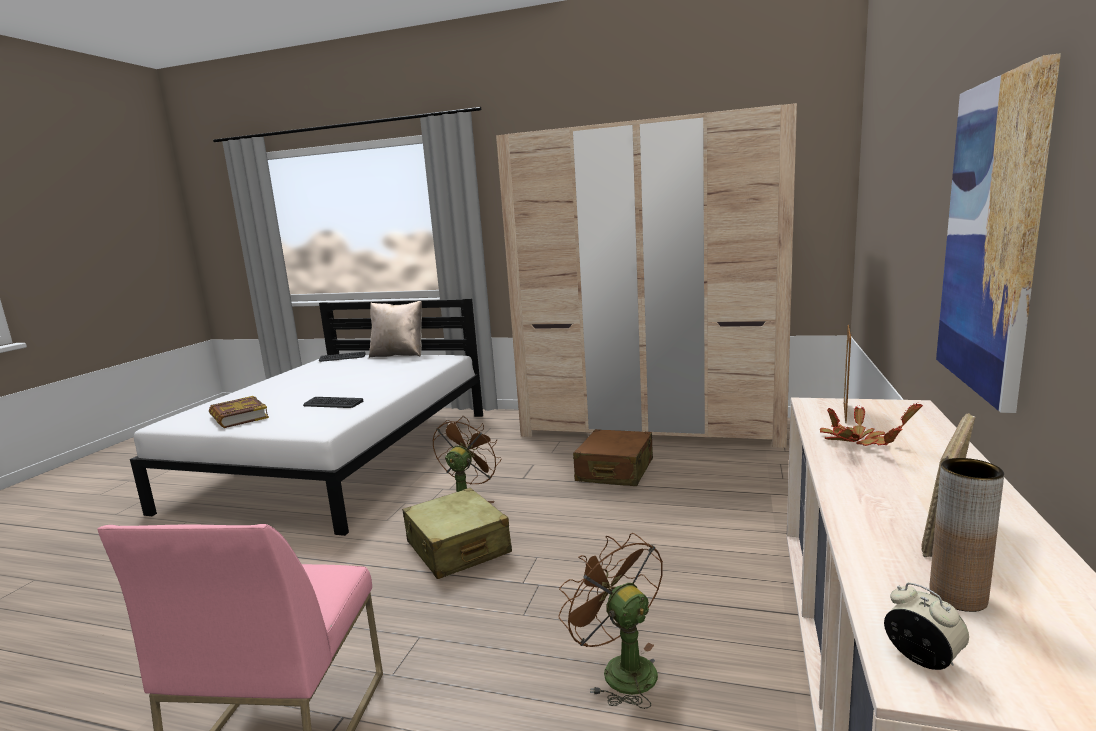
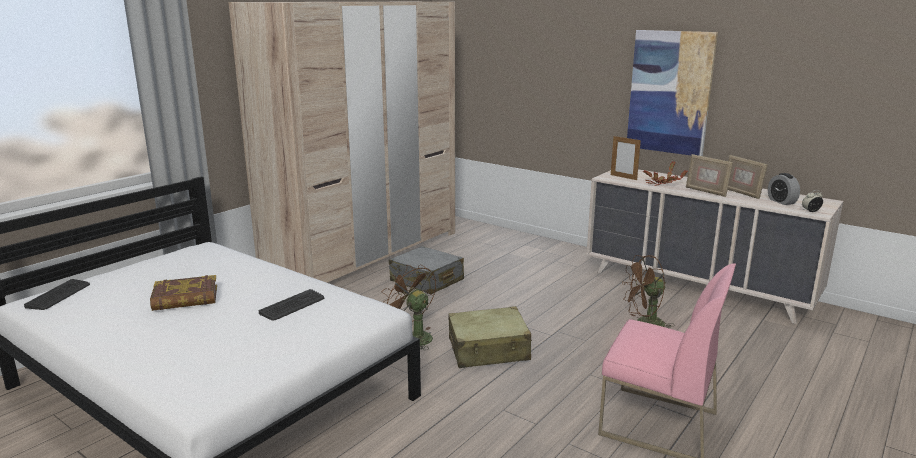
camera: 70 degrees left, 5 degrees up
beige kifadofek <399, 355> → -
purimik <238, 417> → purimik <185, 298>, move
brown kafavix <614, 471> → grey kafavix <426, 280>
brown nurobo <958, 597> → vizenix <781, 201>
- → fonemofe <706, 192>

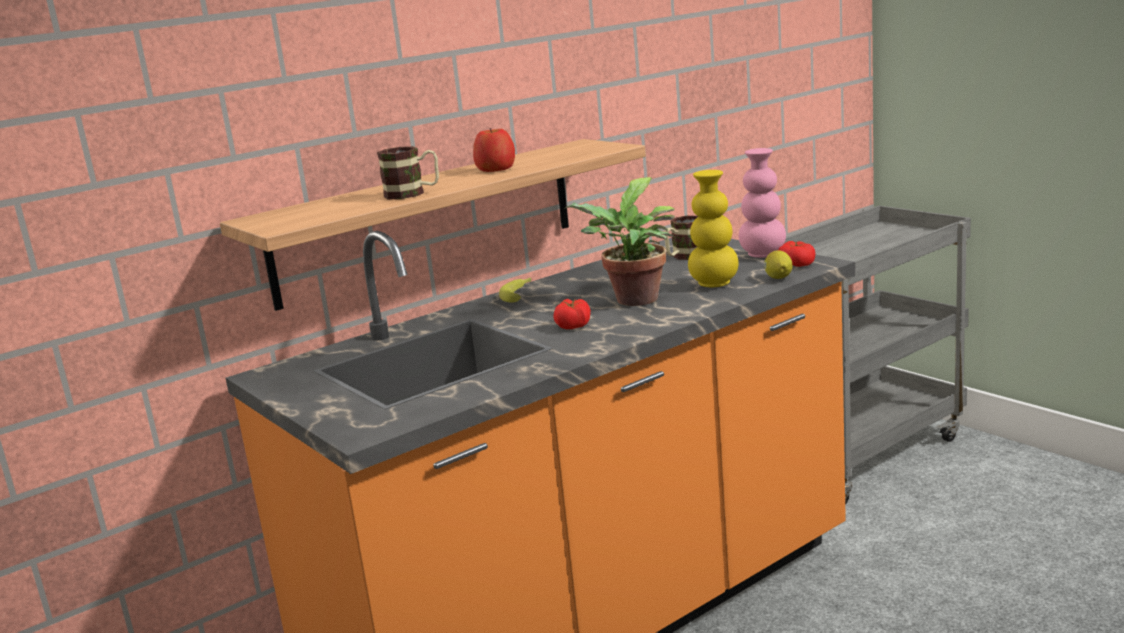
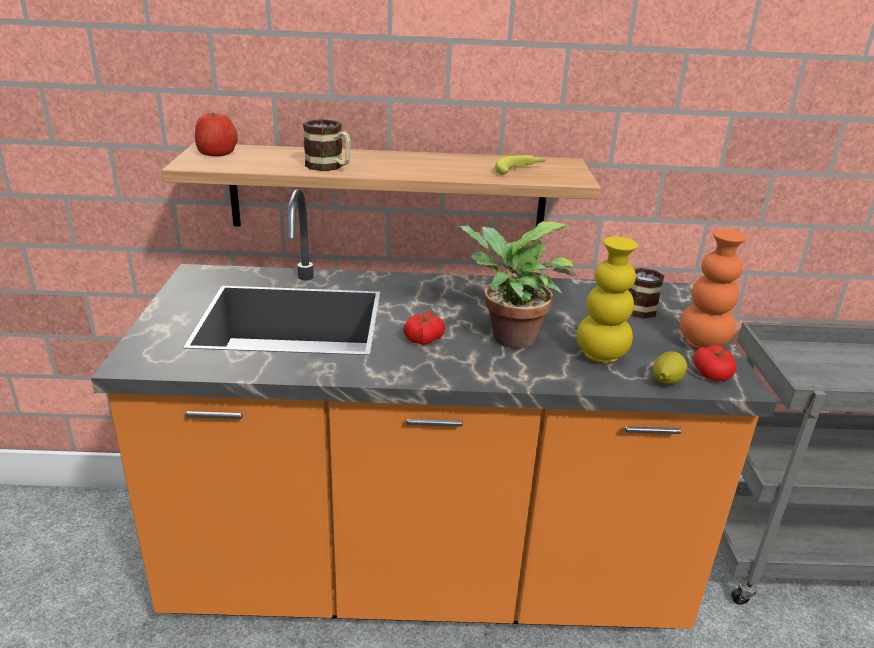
camera: 35 degrees right, 10 degrees up
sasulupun <496, 169> → sasulupun <217, 153>, move
pink nurobo <763, 255> → orange nurobo <702, 344>
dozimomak <519, 294> → dozimomak <520, 170>, move

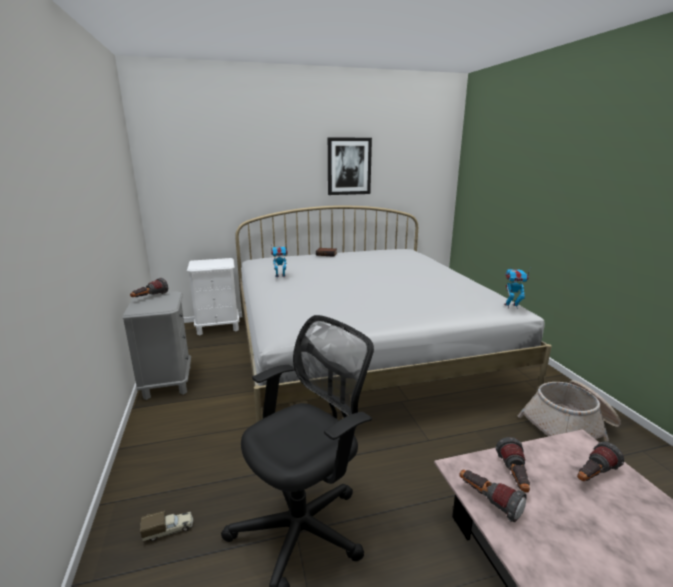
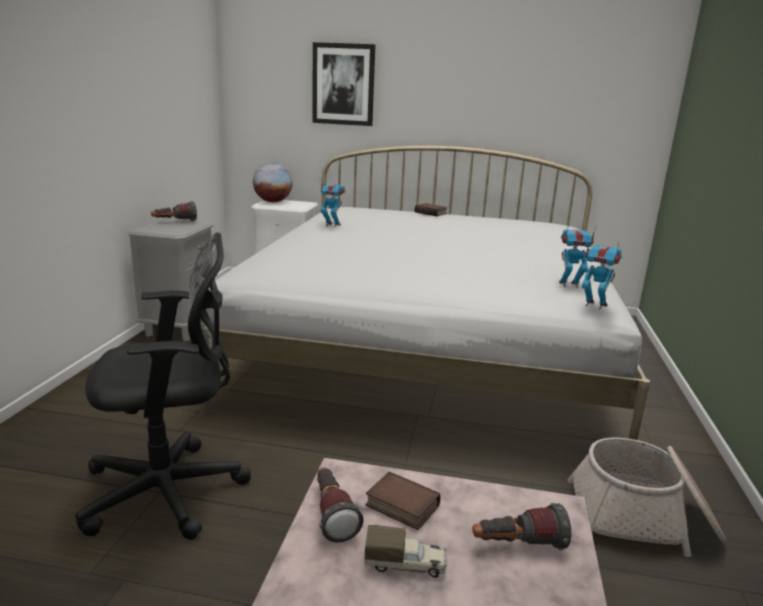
camera: 25 degrees right, 0 degrees up
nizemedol <349, 166> → nizemedol <343, 84>, move
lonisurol <514, 477> → purimik <400, 506>
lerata <169, 530> → lerata <405, 564>, move
- → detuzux <272, 202>
- → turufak <569, 284>

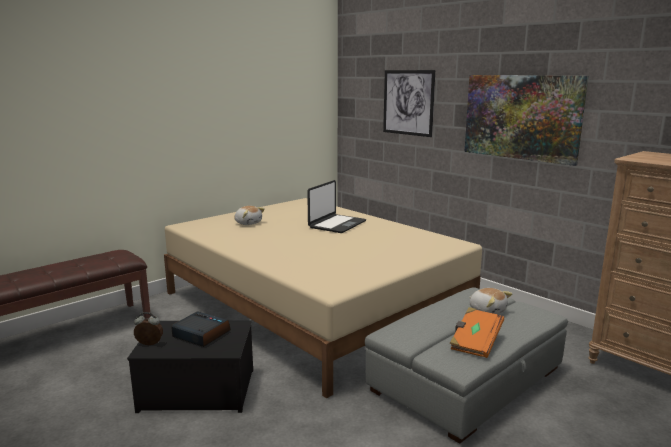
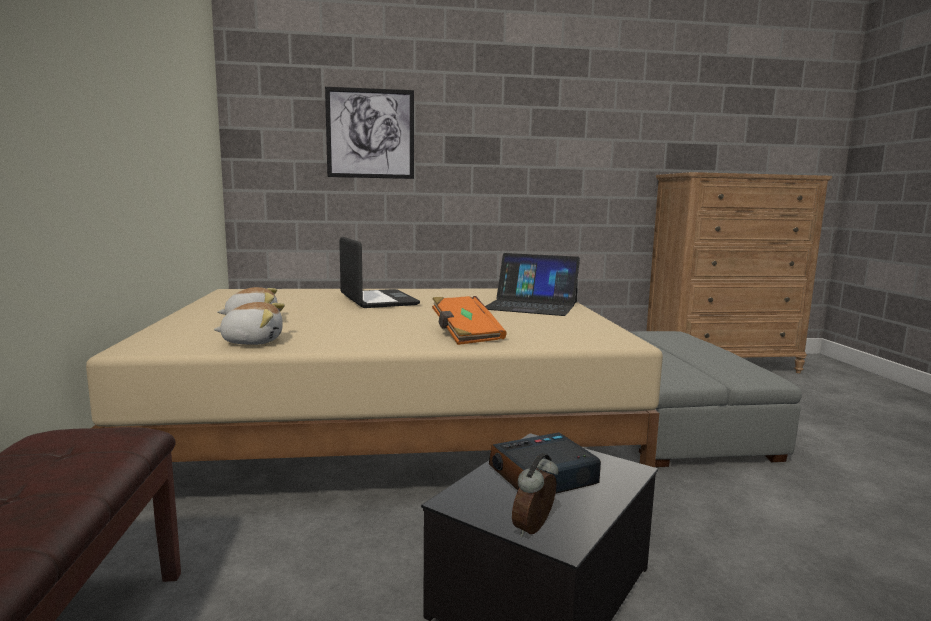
camera: 55 degrees left, 5 degrees down
nizemedol <521, 117> → -
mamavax <487, 311> → mamavax <253, 341>, move
orange purimik <475, 343> → orange purimik <465, 335>, move
- → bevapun <531, 306>

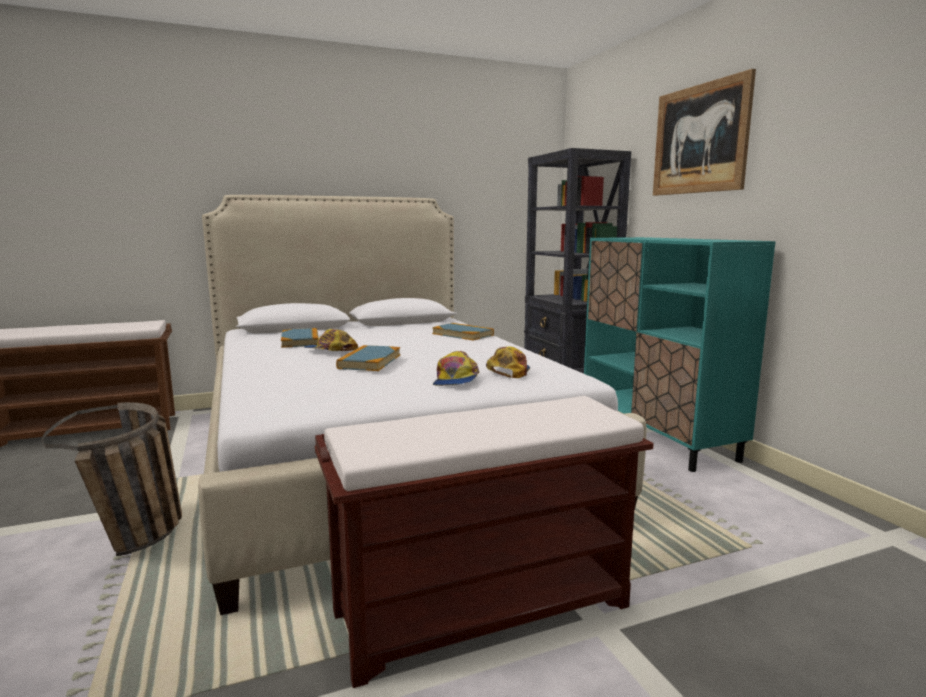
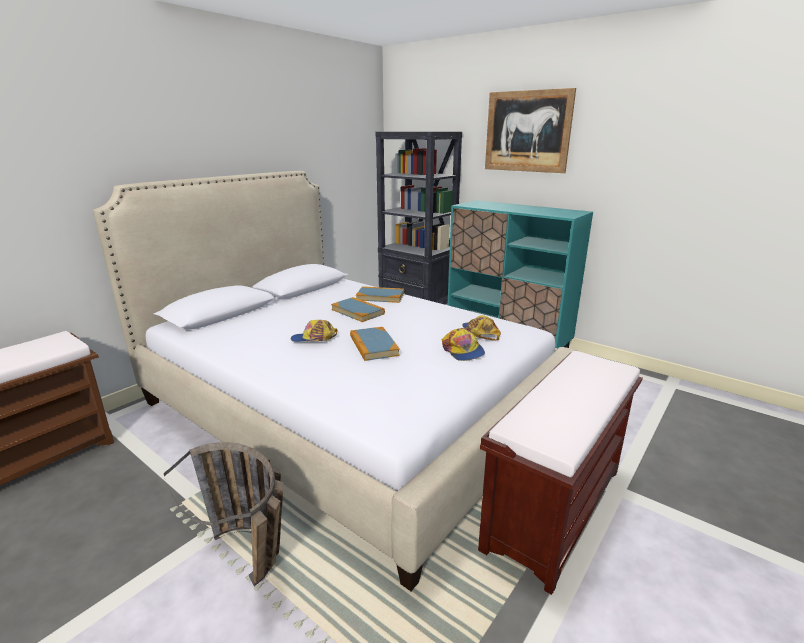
camera: 30 degrees left, 10 degrees up
purimik <300, 341> → purimik <357, 311>, move

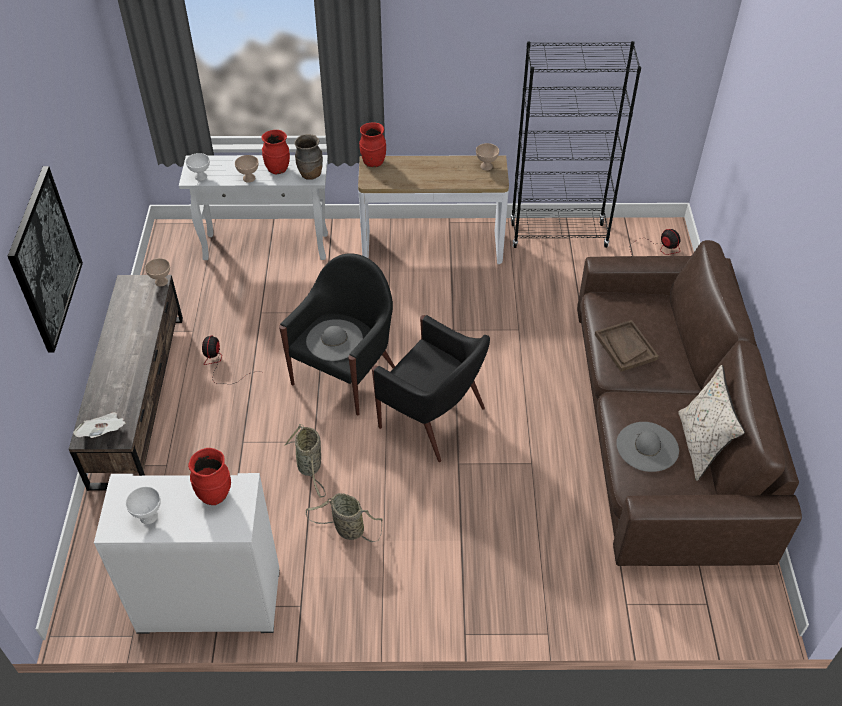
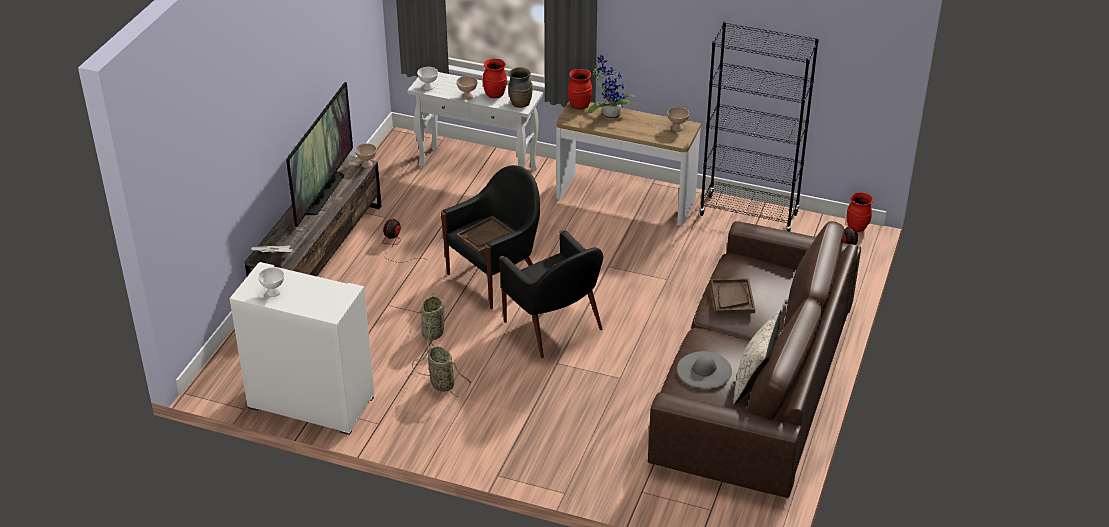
camera: 20 degrees right, 10 degrees down
nizemedol <45, 260> → -
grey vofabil <334, 340> → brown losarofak <486, 236>
red nurobo <215, 494> → red nurobo <857, 227>, move
- → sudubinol <609, 114>
- → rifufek <323, 193>

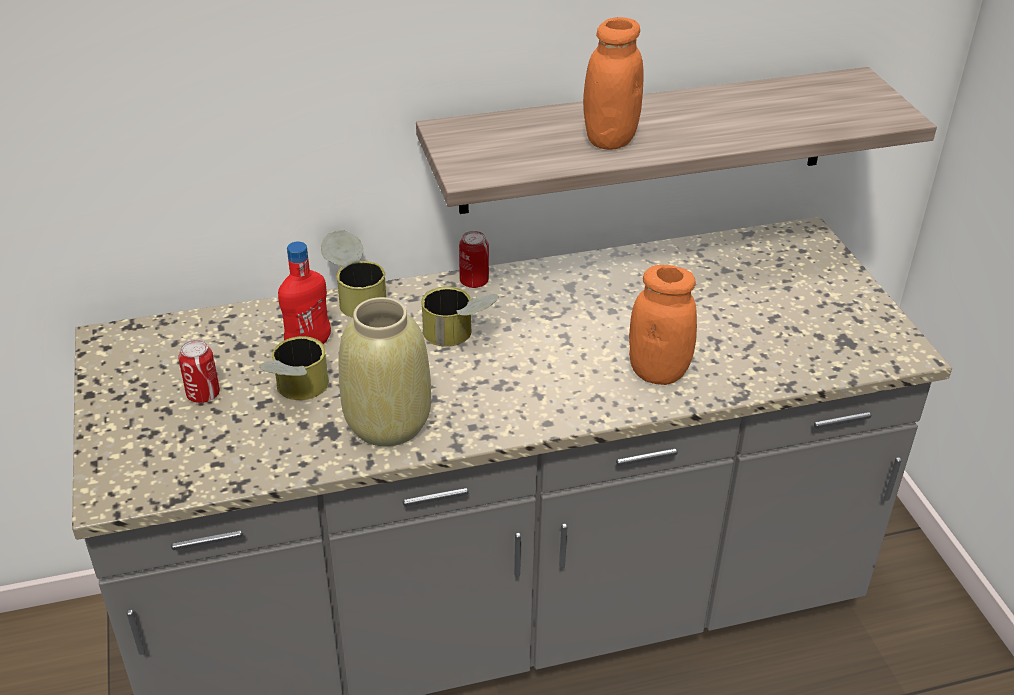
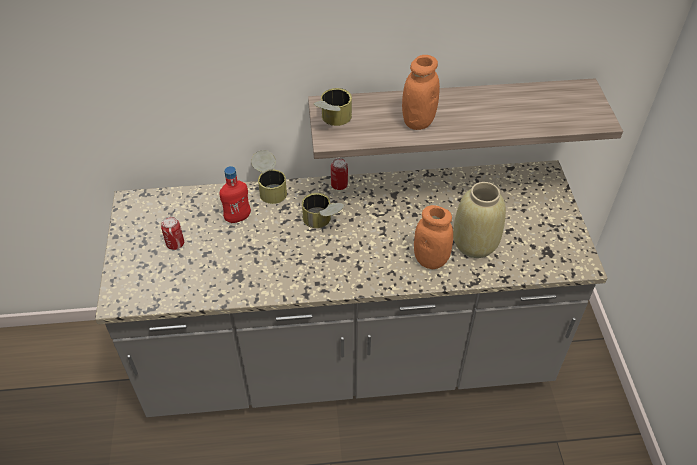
camera: 10 degrees right, 10 degrees up
beige nurobo <388, 424> → beige nurobo <475, 244>, move
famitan <296, 394> → famitan <332, 121>, move

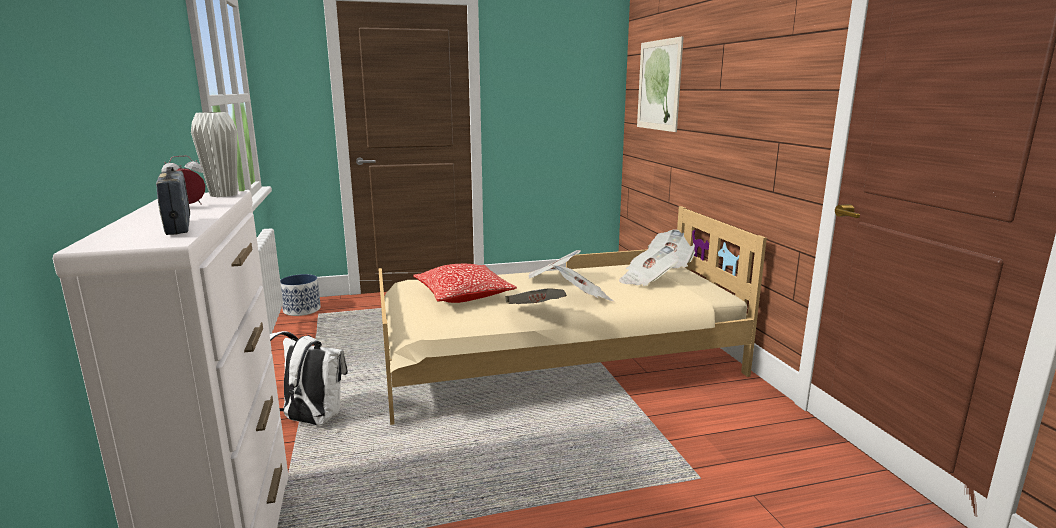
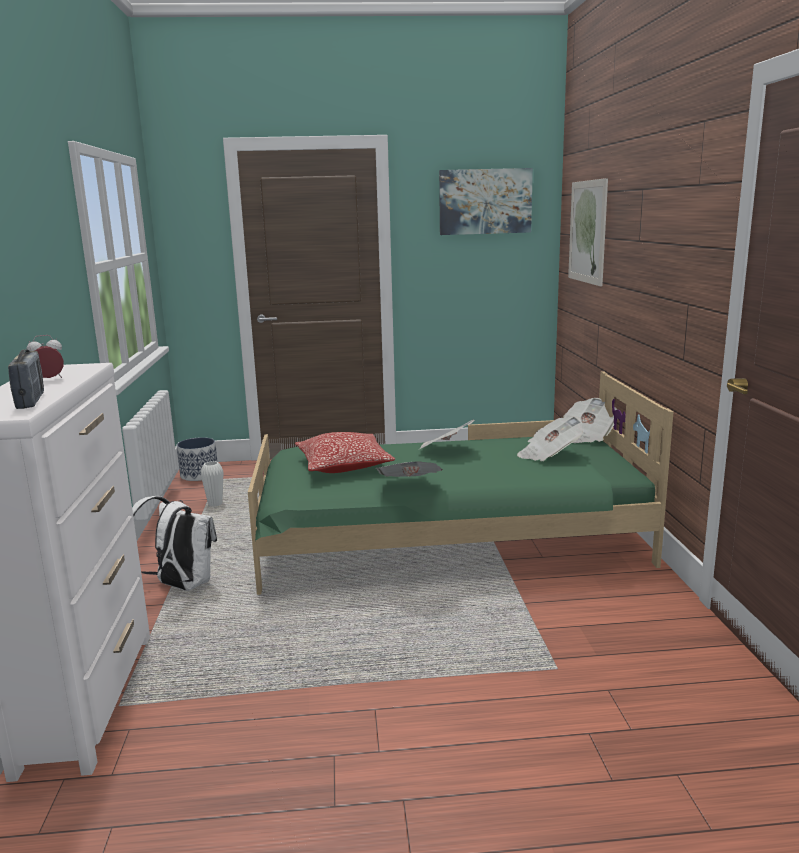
camera: 10 degrees right, 0 degrees up
white nurobo <223, 195> → white nurobo <215, 504>, move
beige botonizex <557, 363> → green botonizex <447, 542>
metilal <583, 298> → -
- → nizemedol <485, 201>

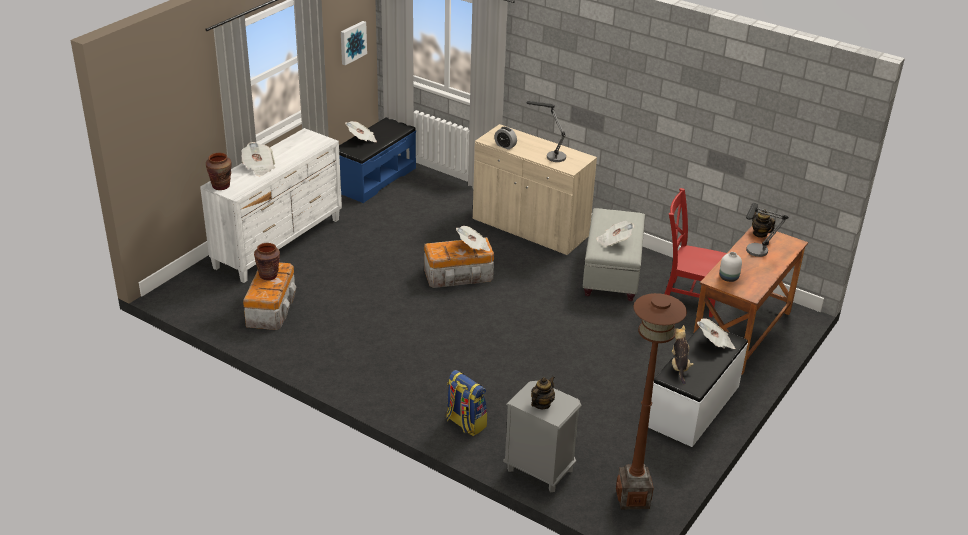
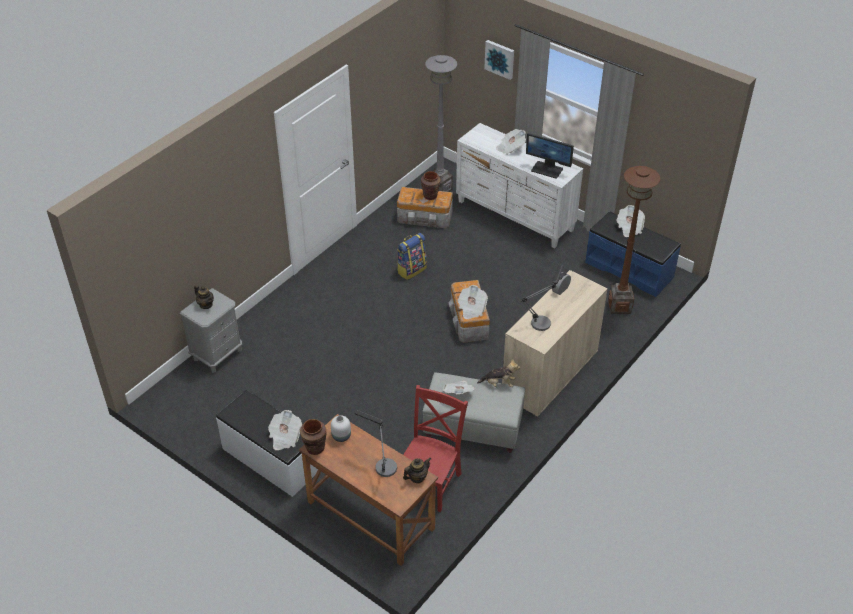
camera: 95 degrees right, 10 degrees up
nizemedol <352, 42> → nizemedol <500, 59>, move
brown nurobo <221, 186> → brown nurobo <315, 448>, move
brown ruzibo <632, 498> → brown ruzibo <619, 306>, move
mamavax <679, 367> → mamavax <499, 383>, move
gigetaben <465, 423> → gigetaben <411, 269>, move
- → grey ruzibo <440, 190>
- → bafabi <547, 169>

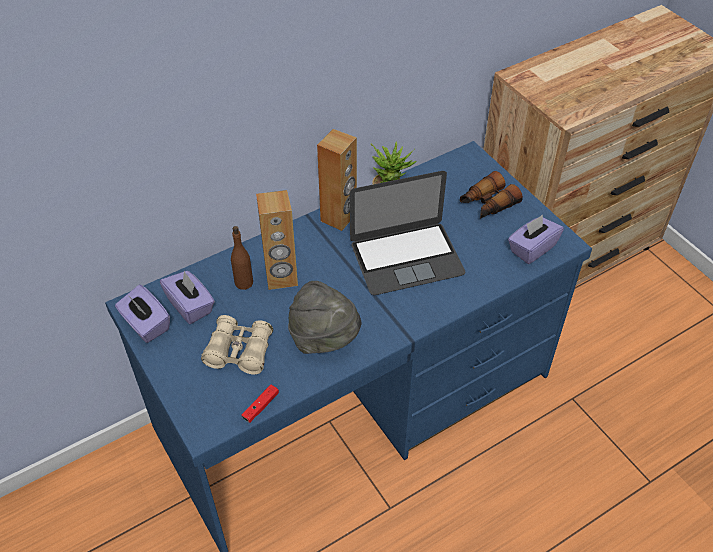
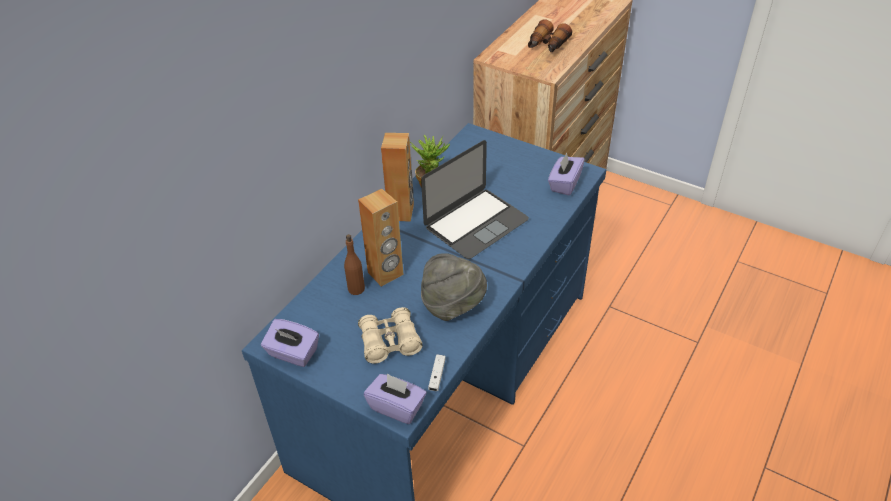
camera: 25 degrees left, 5 degrees down
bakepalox <487, 204> → bakepalox <547, 45>, move
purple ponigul <190, 306> → purple ponigul <397, 407>, move
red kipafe <260, 406> → white kipafe <437, 376>

